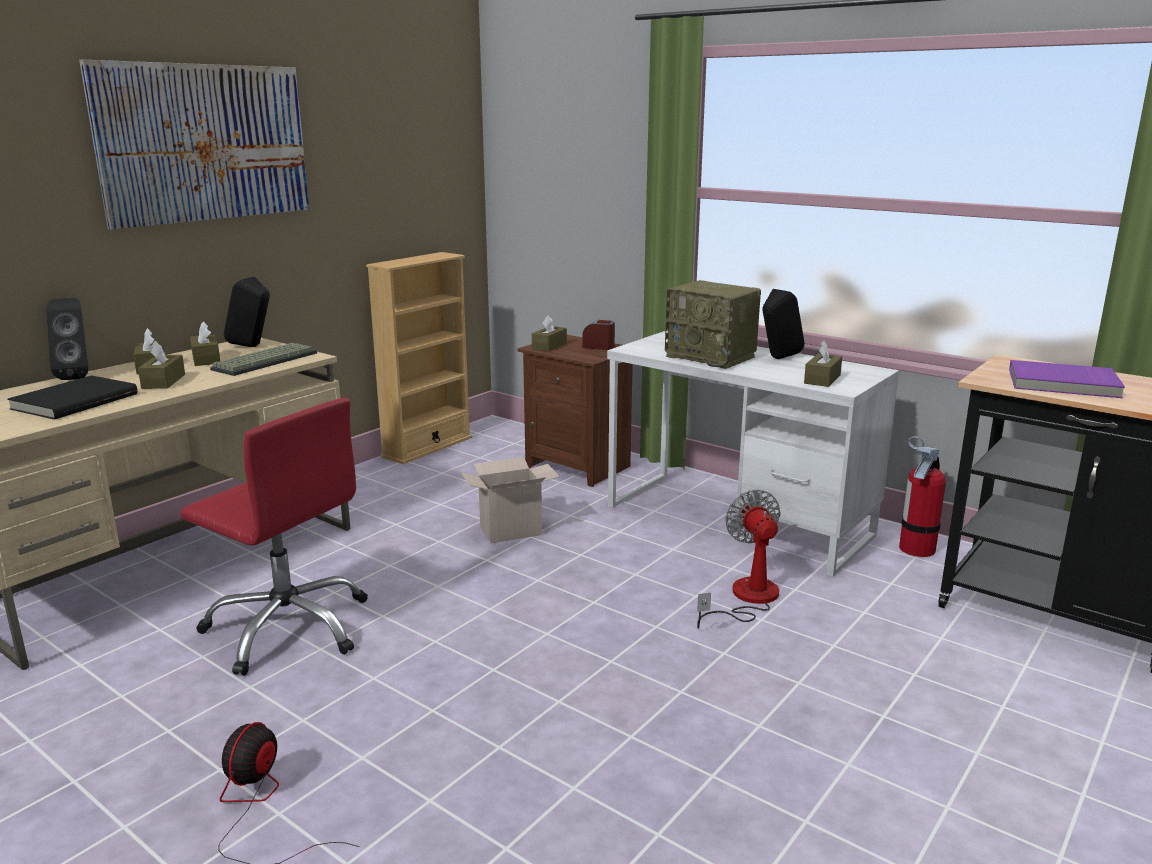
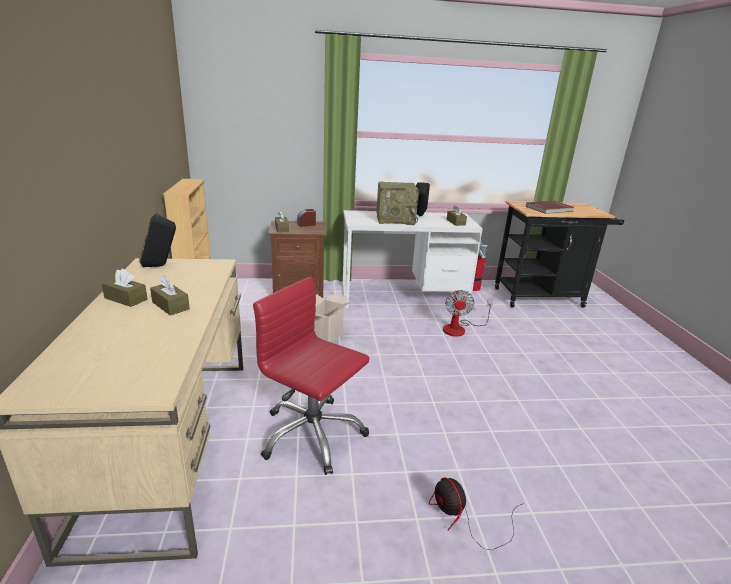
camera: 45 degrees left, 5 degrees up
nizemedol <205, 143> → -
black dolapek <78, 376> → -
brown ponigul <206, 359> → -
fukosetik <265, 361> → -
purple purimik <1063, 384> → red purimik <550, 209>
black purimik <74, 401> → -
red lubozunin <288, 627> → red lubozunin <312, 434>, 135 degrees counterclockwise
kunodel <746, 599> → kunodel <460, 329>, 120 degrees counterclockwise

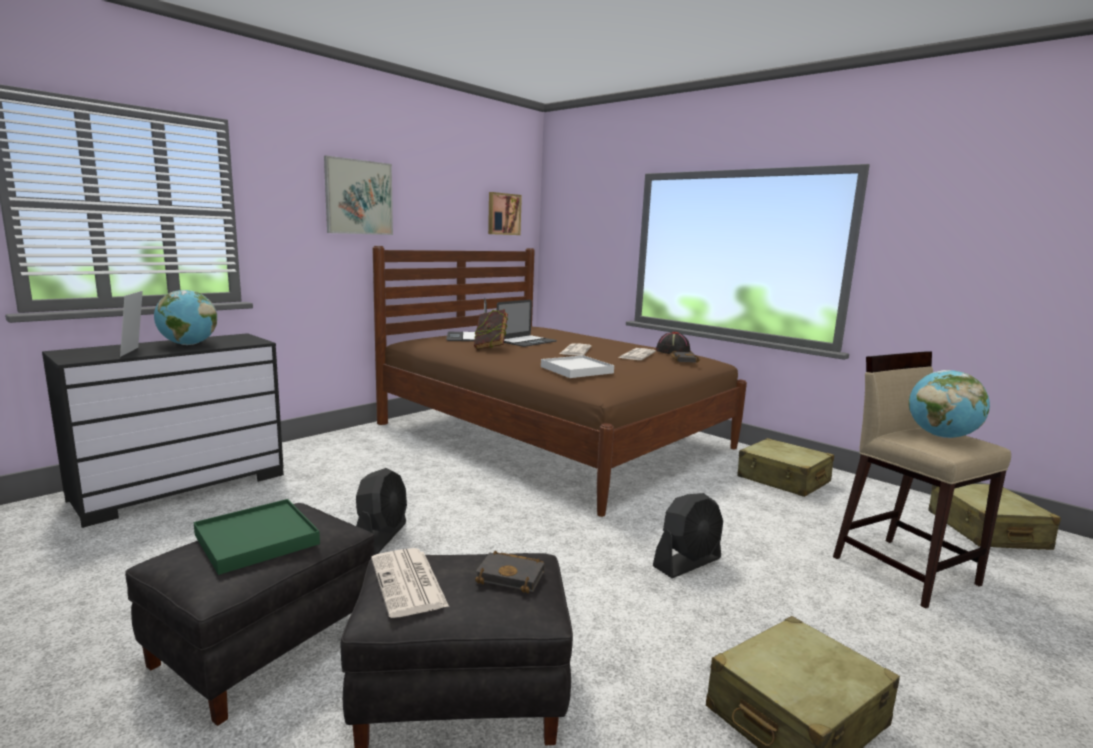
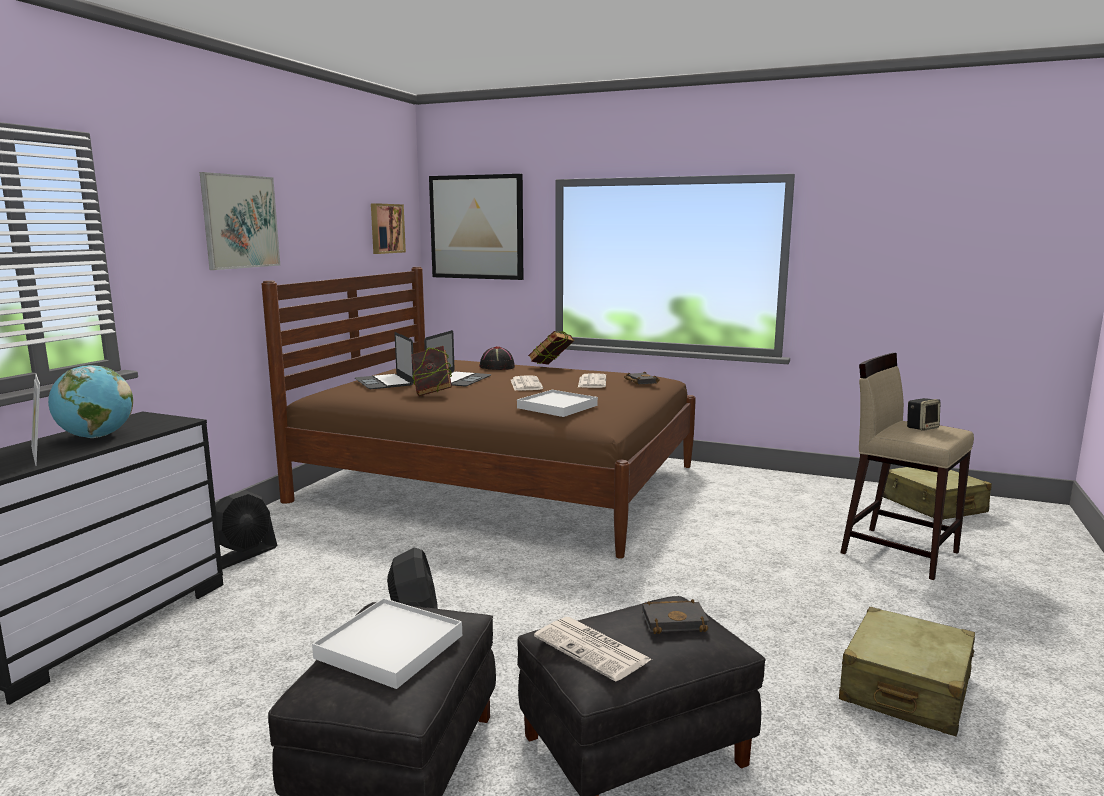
camera: 20 degrees left, 0 degrees up
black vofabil <672, 351> → black vofabil <496, 367>, move
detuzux <941, 436> → dolapek <922, 427>
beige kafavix <783, 480> → -
black kunodel <687, 562> → black kunodel <242, 556>, move
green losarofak <257, 539> → white losarofak <390, 646>
- → nizemedol <477, 227>
- → purimik <551, 367>

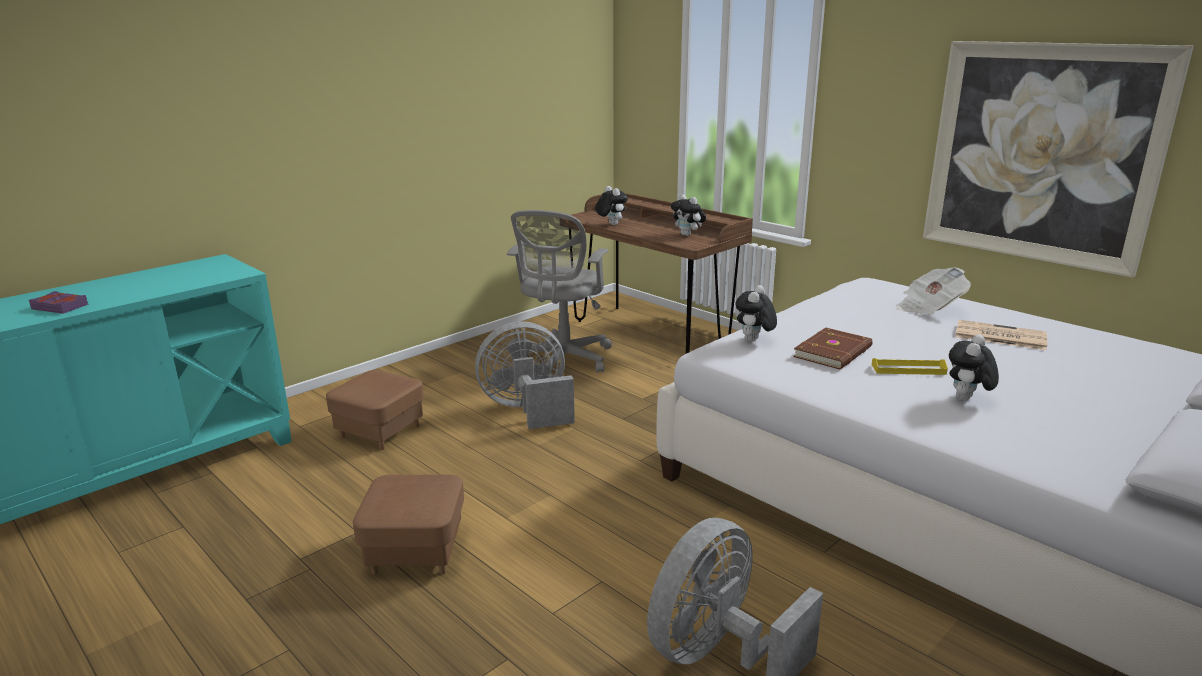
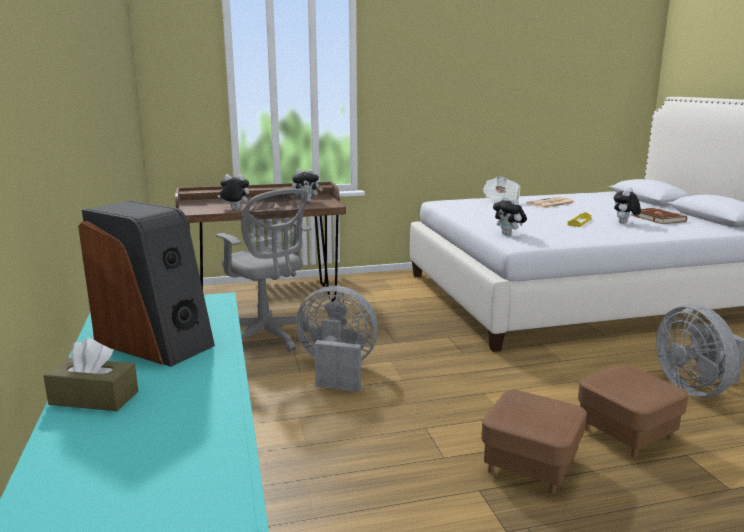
camera: 60 degrees left, 5 degrees down
nizemedol <1042, 153> → -
purple purimik <60, 307> → -
grey kunodel <527, 410> → grey kunodel <337, 370>, 90 degrees clockwise
brown purimik <834, 352> → brown purimik <658, 218>, move
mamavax <967, 400> → mamavax <624, 223>, 60 degrees clockwise
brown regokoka <380, 431> → brown regokoka <626, 433>, move
- → dolapek <156, 343>
- → brown ponigul <94, 398>

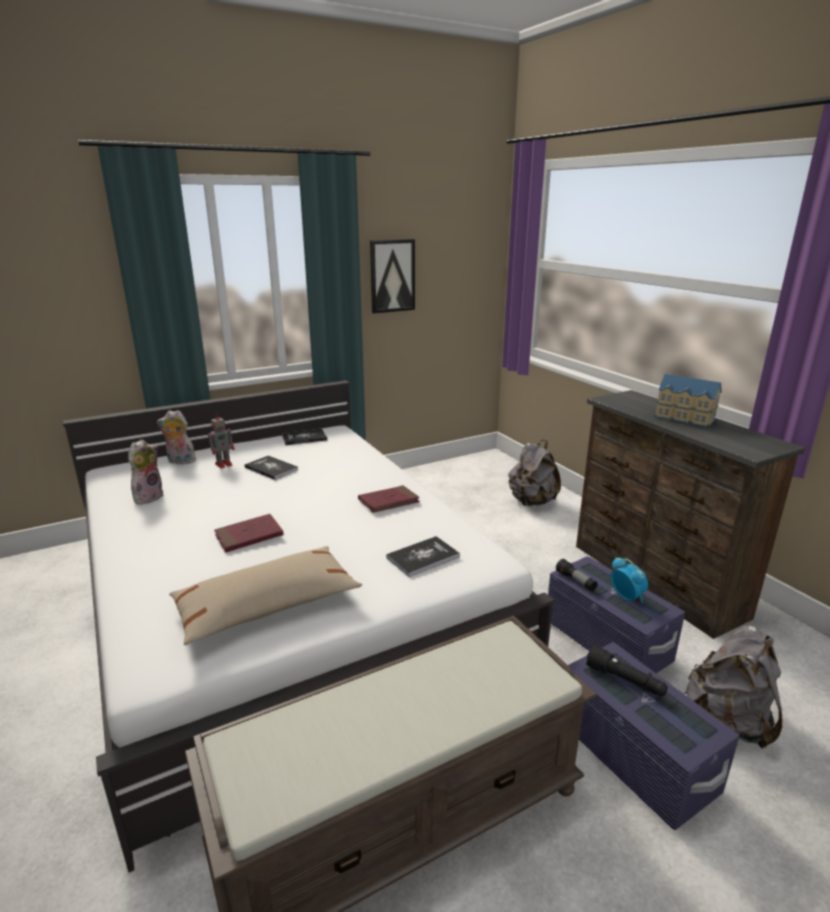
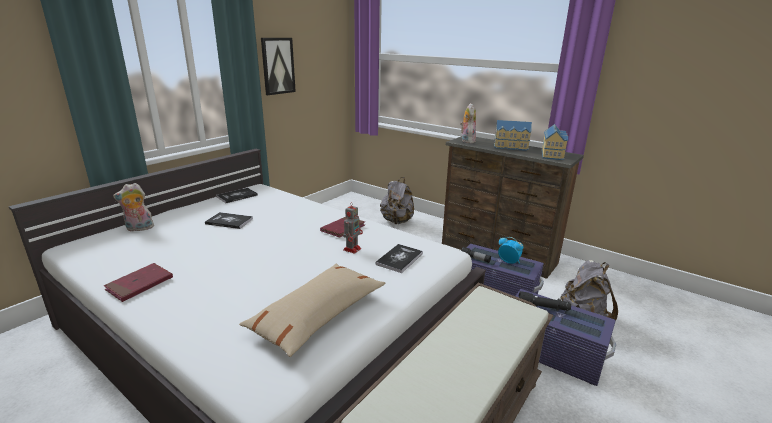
camera: 25 degrees left, 0 degrees up
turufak <224, 464> → turufak <352, 249>, move
mamavax <148, 497> → mamavax <466, 141>, move
red purimik <249, 536> → red purimik <140, 284>, move
- → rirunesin <553, 154>

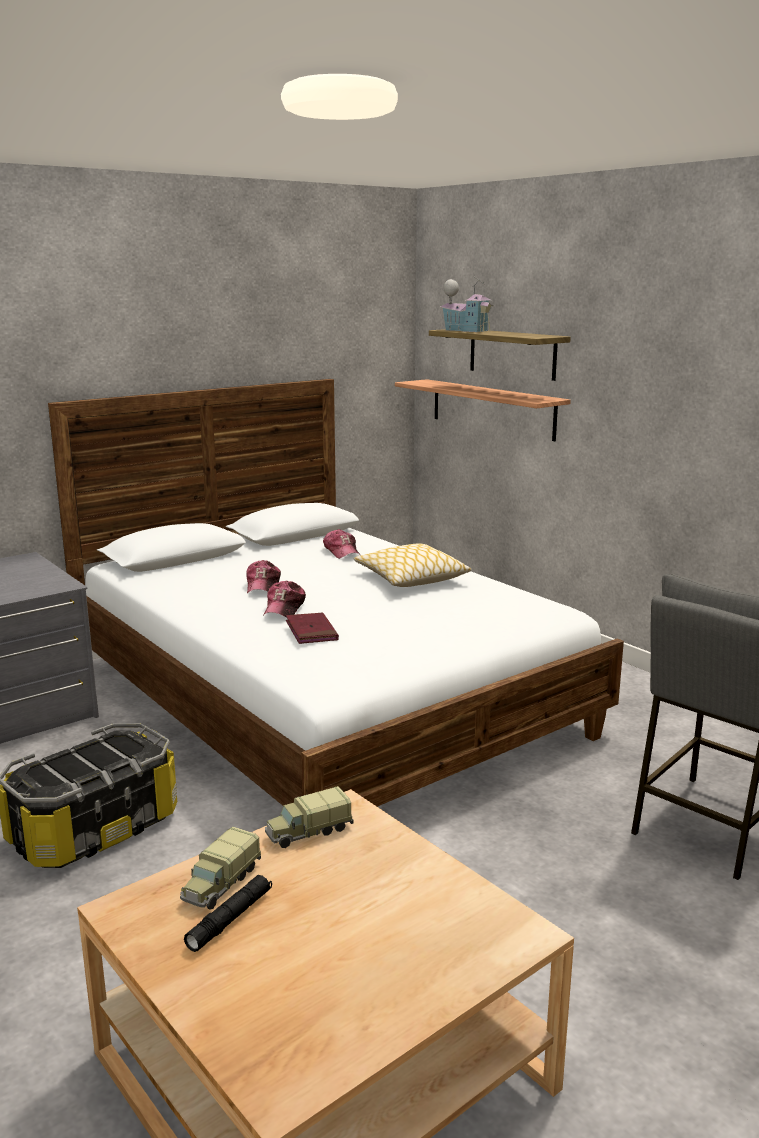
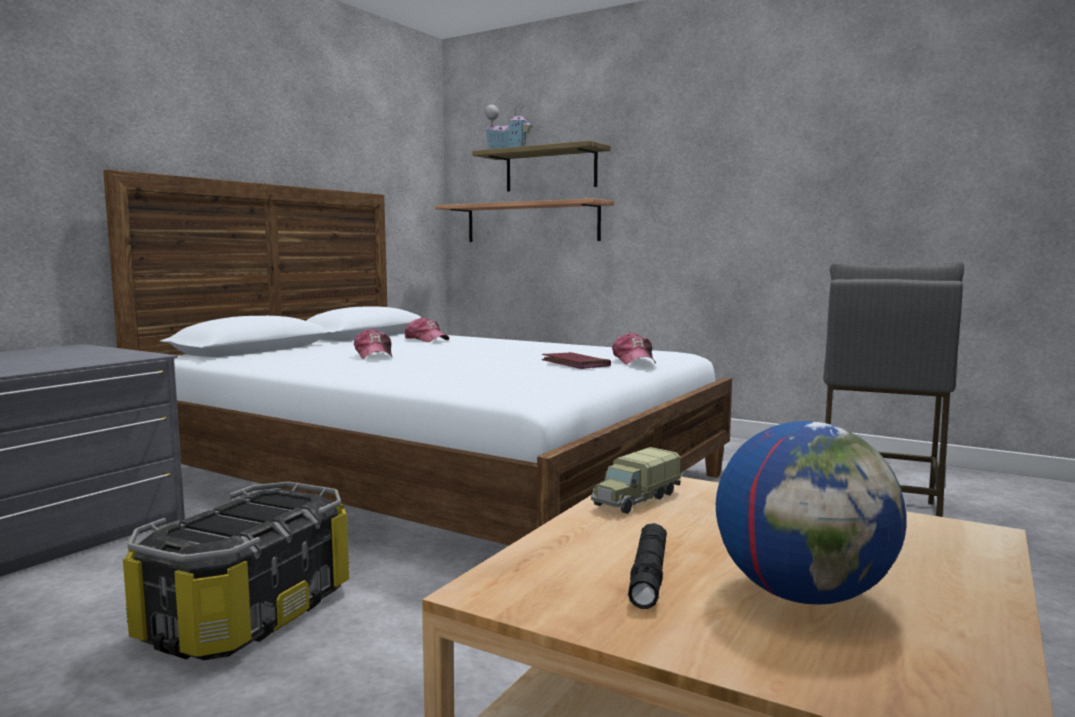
camera: 20 degrees left, 10 degrees down
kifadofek <411, 578> → -
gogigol <284, 608> → gogigol <634, 360>, move
red purimik <311, 631> → red purimik <575, 364>, move
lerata <220, 884> → -
- → detuzux <803, 595>

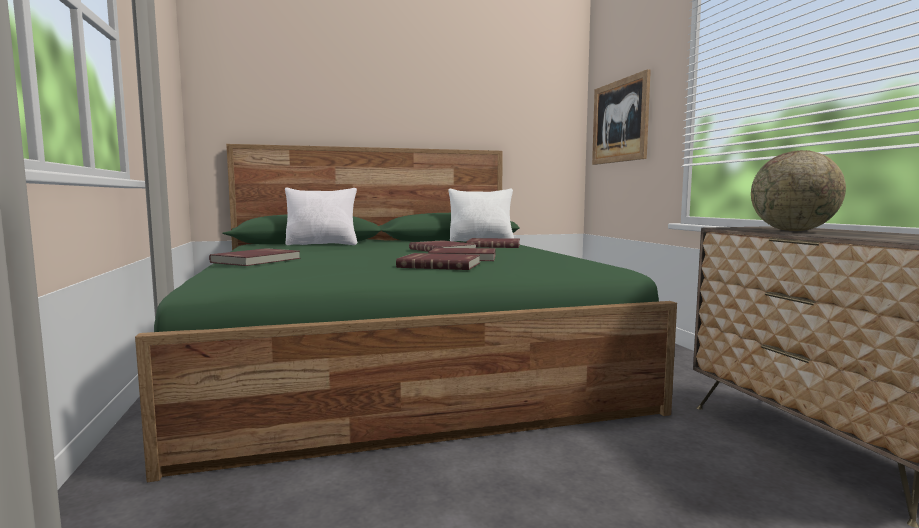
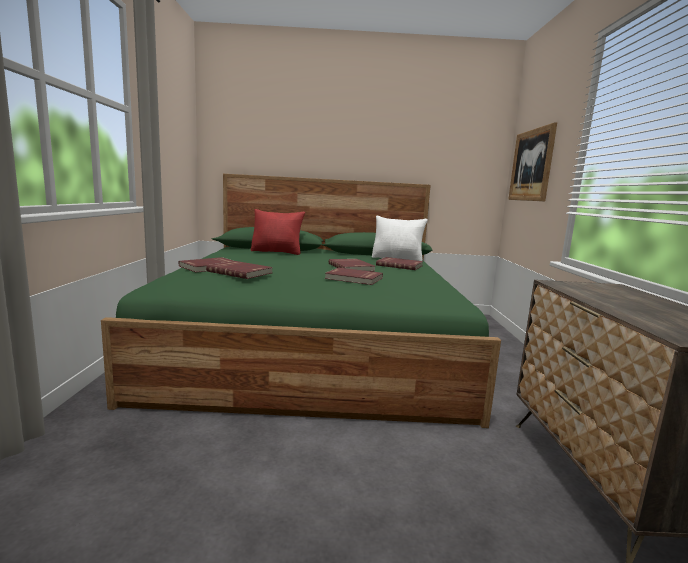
camera: 15 degrees right, 5 degrees up
detuzux <793, 230> → -
white kifadofek <322, 244> → red kifadofek <277, 252>
red purimik <440, 265> → red purimik <240, 272>, move

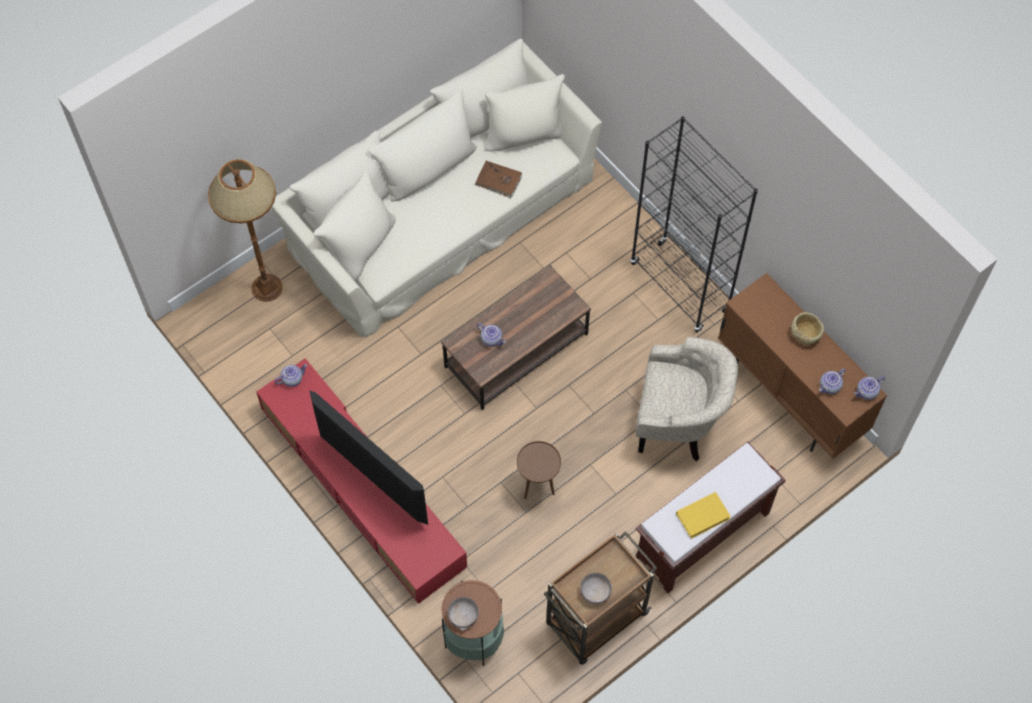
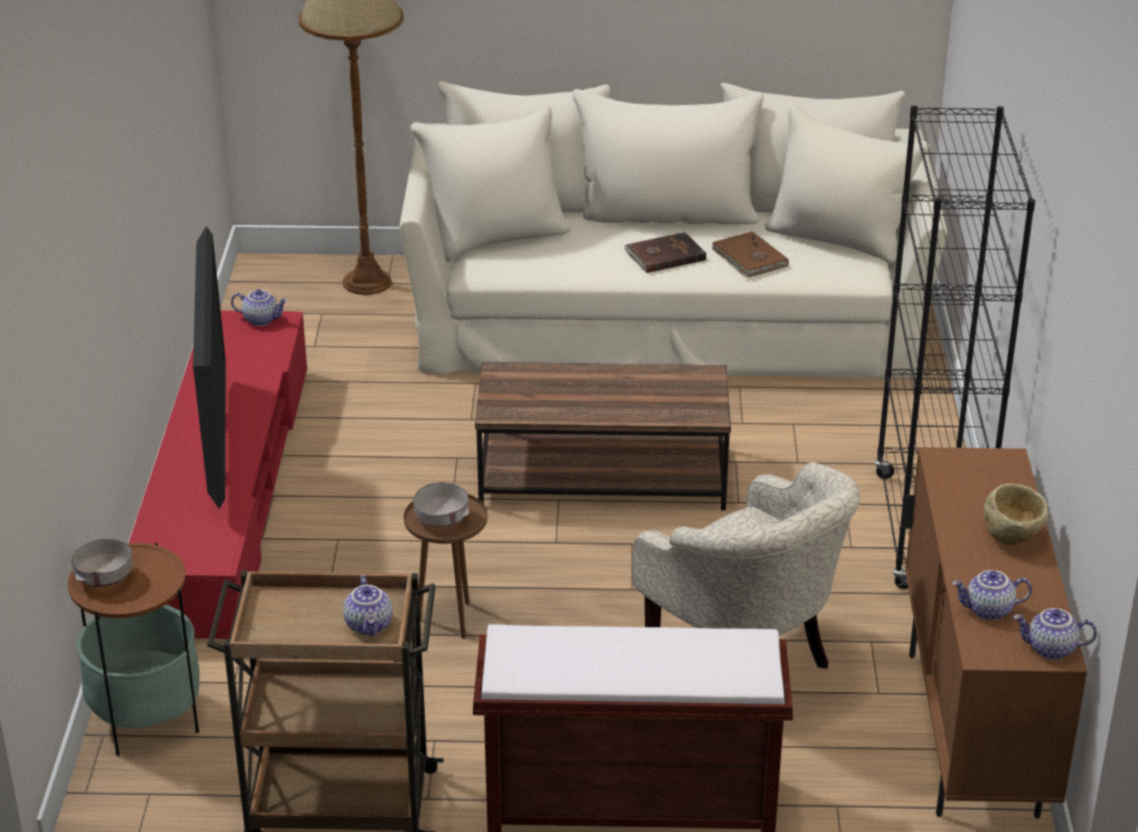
camera: 40 degrees right, 30 degrees down
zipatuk <492, 339> → zipatuk <370, 625>, move
yellow purimik <703, 517> → -
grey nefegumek <595, 592> → grey nefegumek <441, 519>, move
- → brown purimik <664, 255>

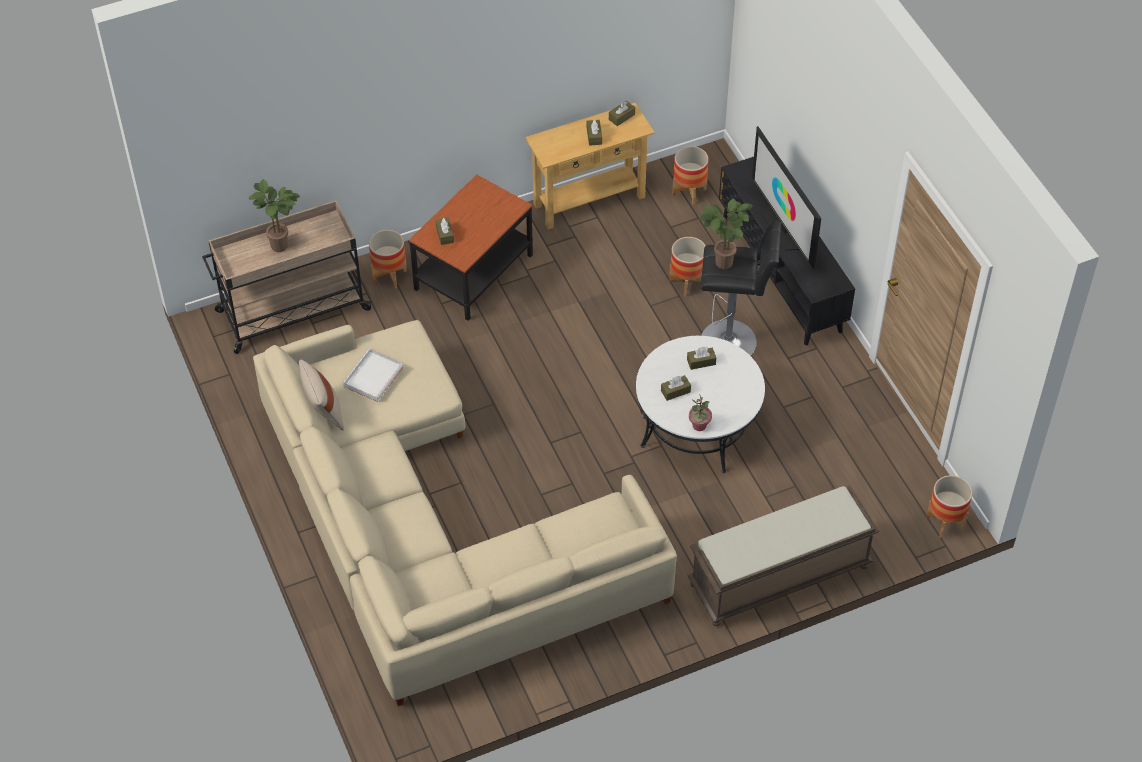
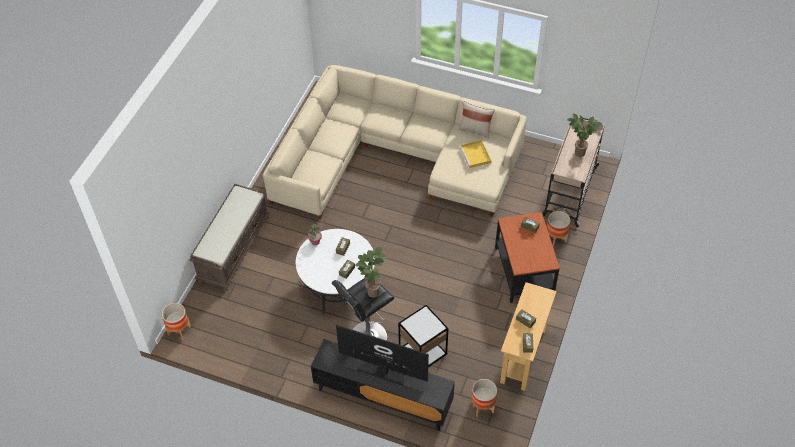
camera: 135 degrees right, 0 degrees up
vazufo <687, 282> → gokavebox <423, 351>
white losarofak <374, 376> → yellow losarofak <476, 155>

